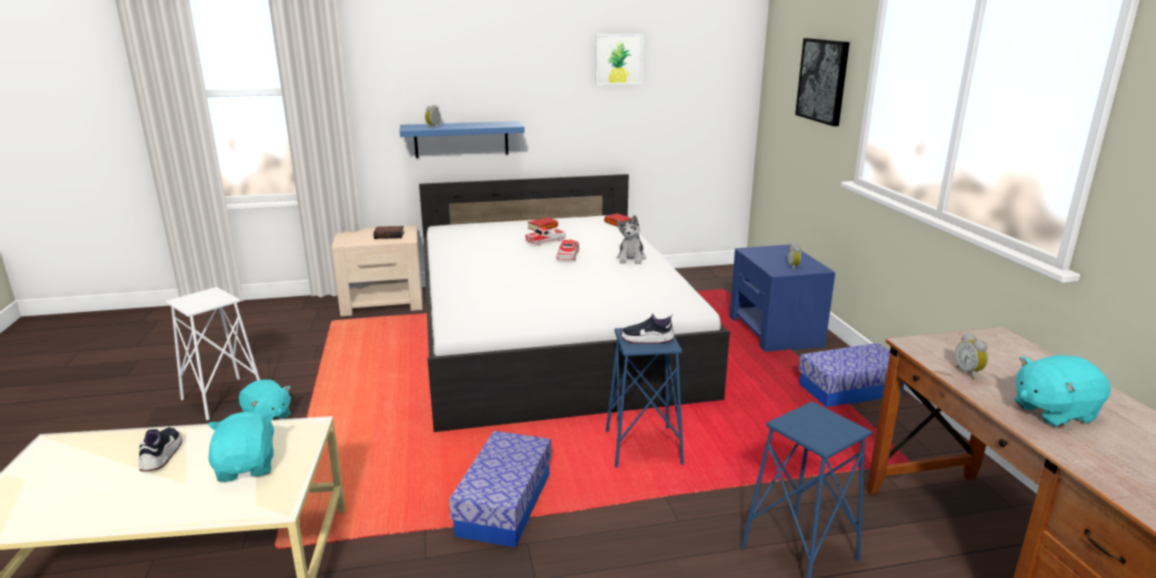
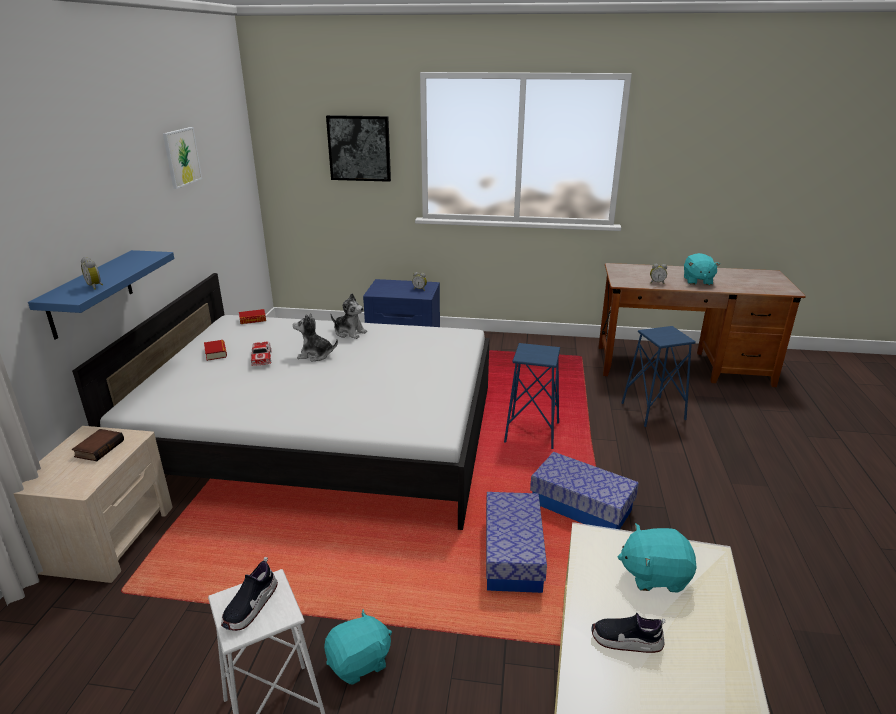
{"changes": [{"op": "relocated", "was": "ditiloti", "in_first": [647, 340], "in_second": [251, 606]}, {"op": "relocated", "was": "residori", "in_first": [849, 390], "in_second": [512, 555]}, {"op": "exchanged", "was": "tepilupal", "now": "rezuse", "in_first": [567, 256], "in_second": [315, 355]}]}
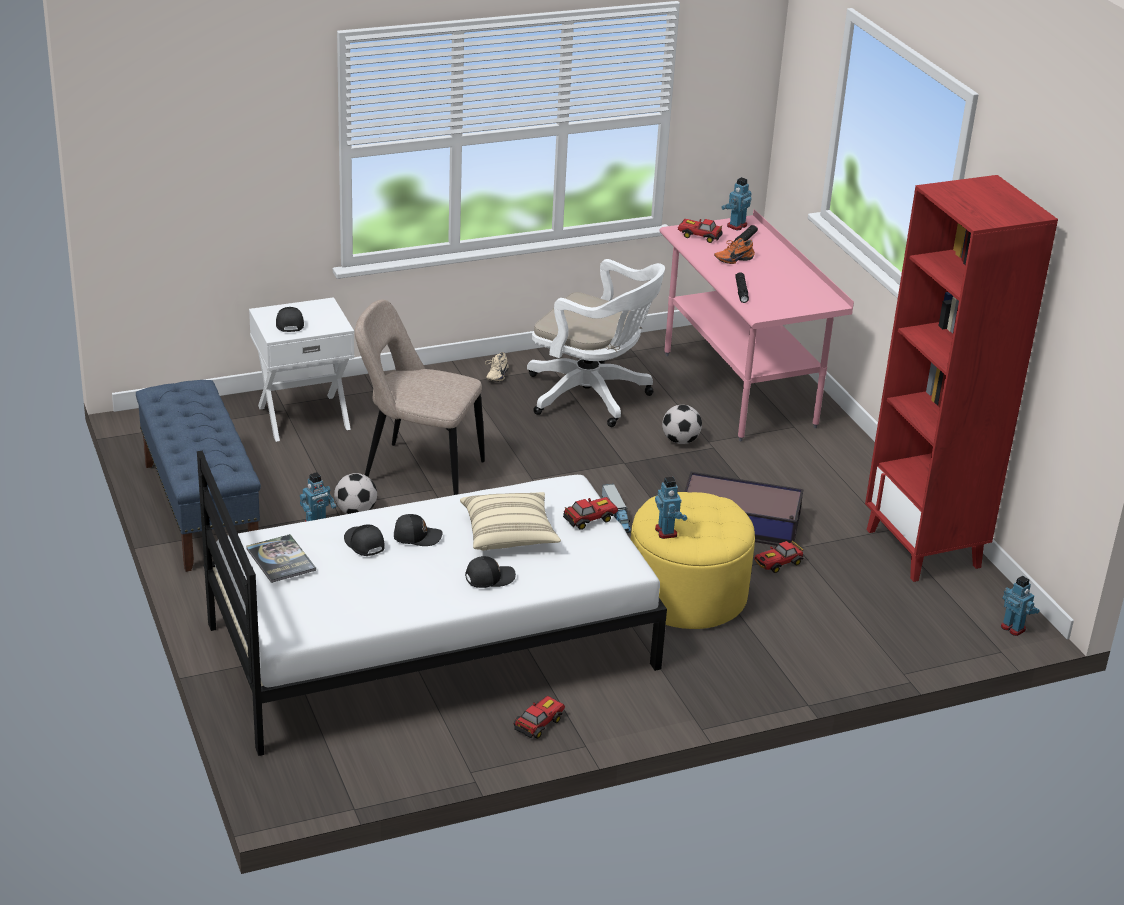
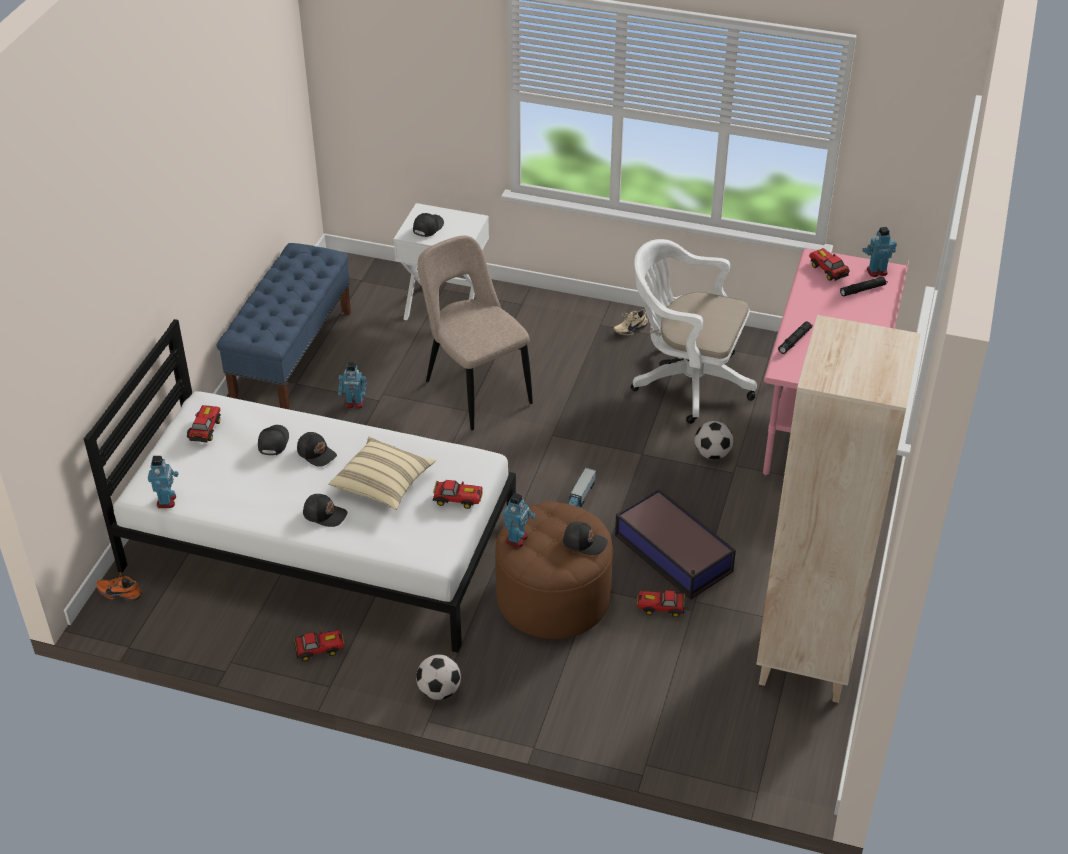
{"changes": [{"op": "appeared", "now": "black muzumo", "in_second": [584, 542]}, {"op": "relocated", "was": "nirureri", "in_first": [356, 512], "in_second": [439, 691]}, {"op": "relocated", "was": "orange ditiloti", "in_first": [733, 259], "in_second": [121, 592]}, {"op": "relocated", "was": "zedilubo", "in_first": [1013, 628], "in_second": [167, 501]}, {"op": "exchanged", "was": "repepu", "now": "tepilupal", "in_first": [280, 559], "in_second": [205, 428]}, {"op": "colour", "was": "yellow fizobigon", "now": "brown fizobigon", "in_first": [686, 594], "in_second": [553, 597]}, {"op": "colour", "was": "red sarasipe", "now": "beige sarasipe", "in_first": [924, 549], "in_second": [807, 658]}, {"op": "spun", "was": "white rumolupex", "in_first": [593, 397], "in_second": [686, 381], "clockwise": 135}]}
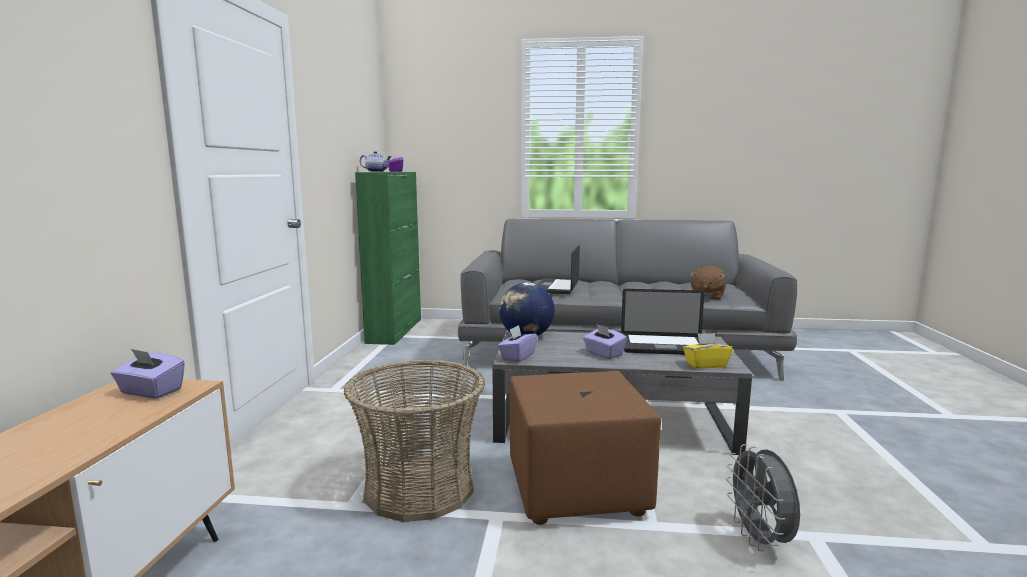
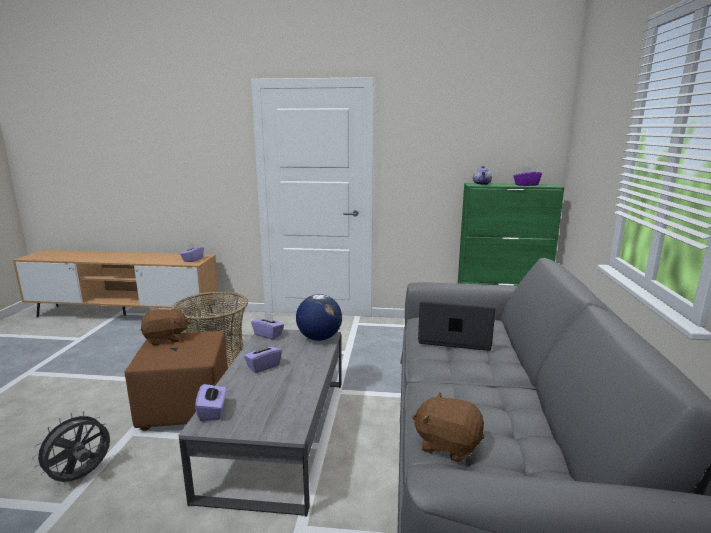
{"changes": [{"op": "missing", "was": "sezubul", "in_first": [663, 346]}, {"op": "appeared", "now": "brown rezuse", "in_second": [166, 339]}, {"op": "colour", "was": "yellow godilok", "now": "purple godilok", "in_first": [705, 365], "in_second": [213, 411]}, {"op": "spun", "was": "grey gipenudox", "in_first": [760, 540], "in_second": [81, 477], "clockwise": -45}]}
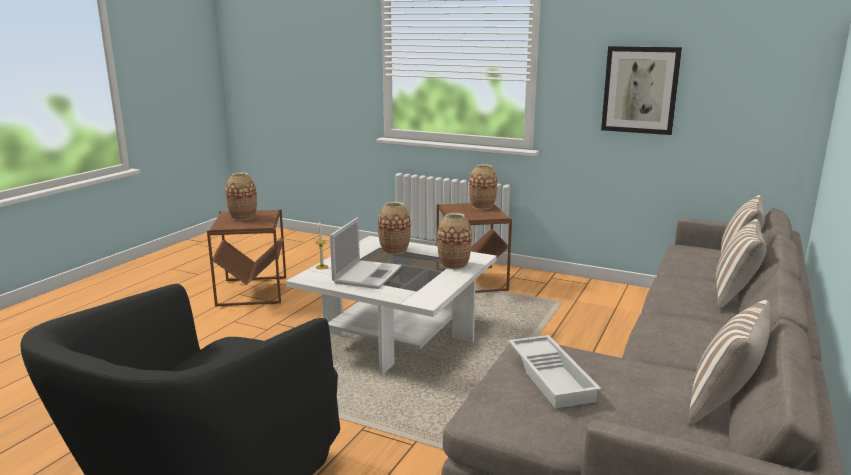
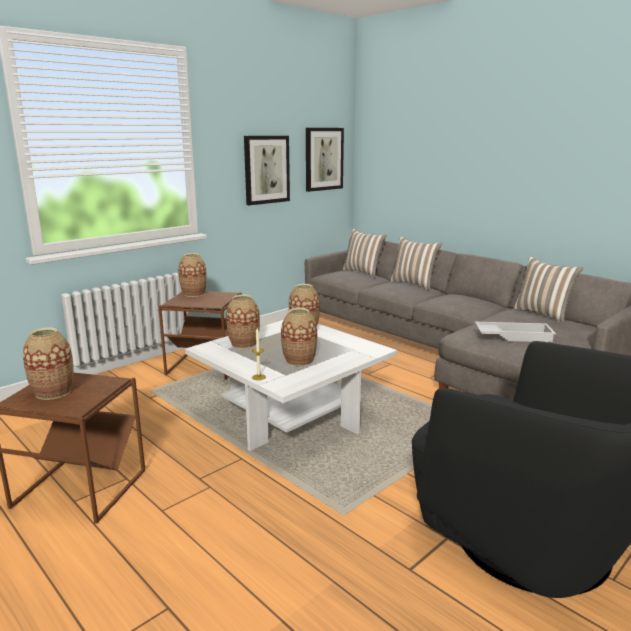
{"changes": [{"op": "appeared", "now": "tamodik", "in_second": [323, 159]}, {"op": "exchanged", "was": "sezubul", "now": "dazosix", "in_first": [367, 274], "in_second": [299, 361]}]}
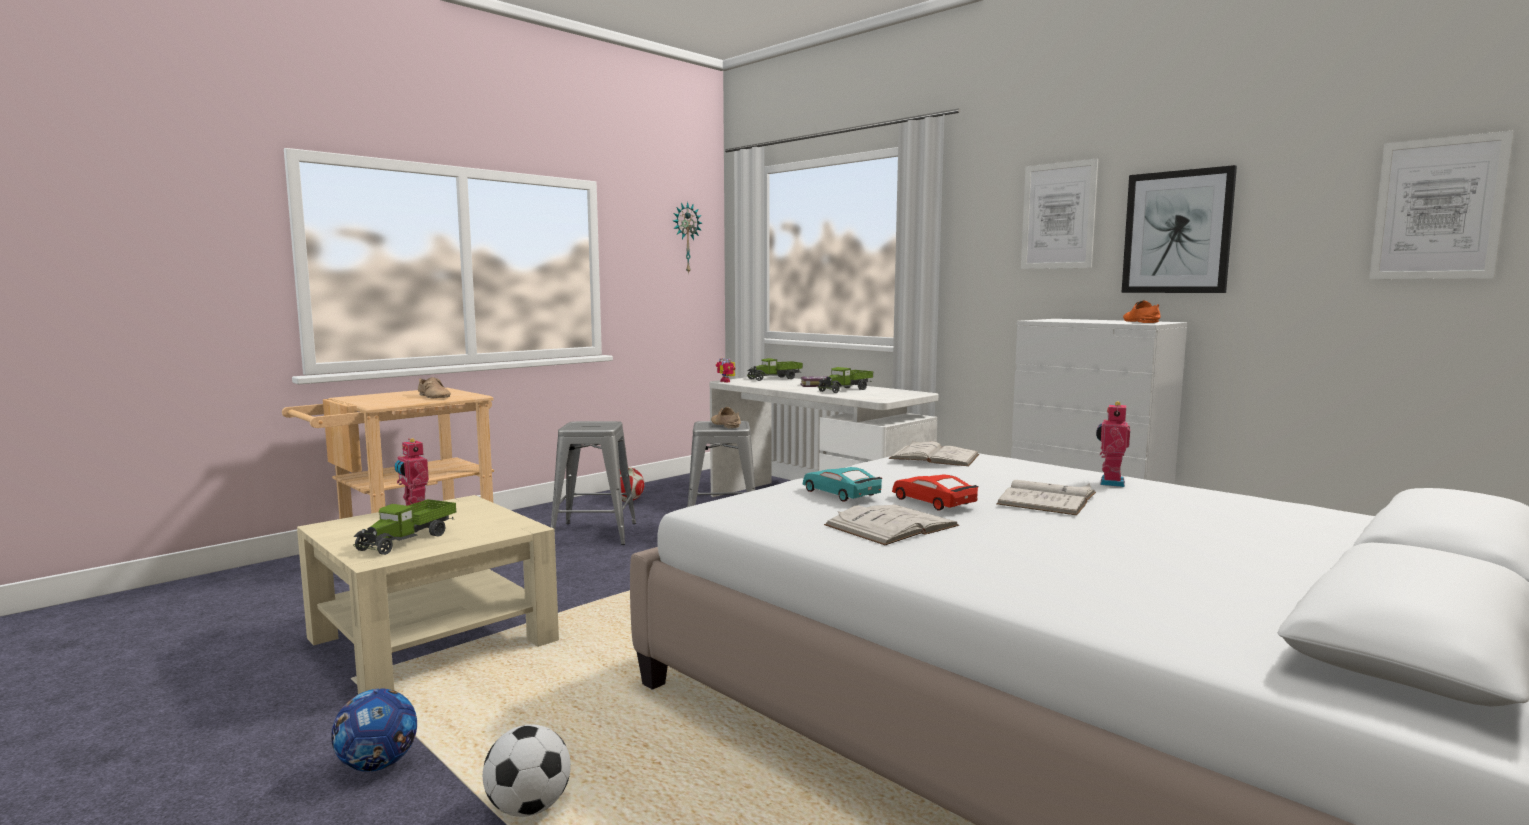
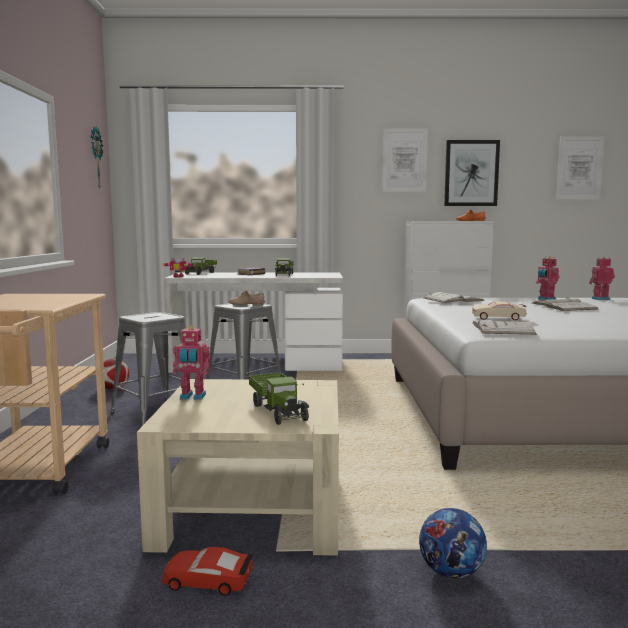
{"changes": [{"op": "missing", "was": "beige ditiloti", "in_first": [435, 396]}, {"op": "missing", "was": "nirureri", "in_first": [529, 808]}, {"op": "appeared", "now": "zedilubo", "in_second": [600, 299]}, {"op": "relocated", "was": "white repepu", "in_first": [891, 525], "in_second": [502, 328]}, {"op": "relocated", "was": "red tepilupal", "in_first": [933, 502], "in_second": [208, 580]}, {"op": "colour", "was": "turquoise tepilupal", "now": "beige tepilupal", "in_first": [841, 493], "in_second": [498, 318]}]}
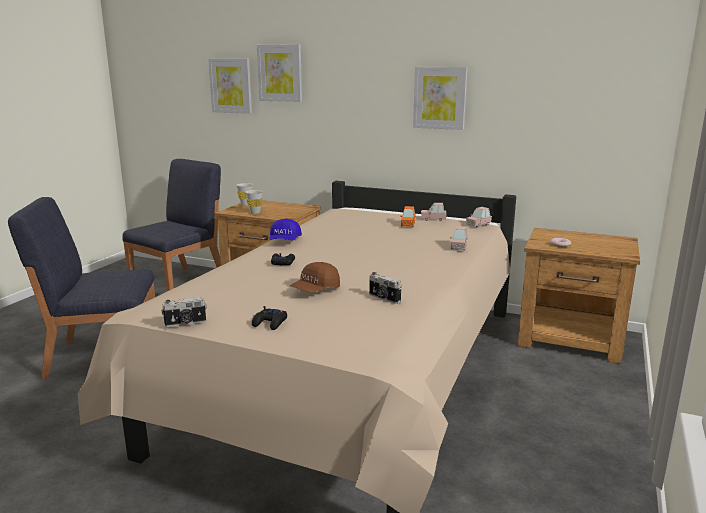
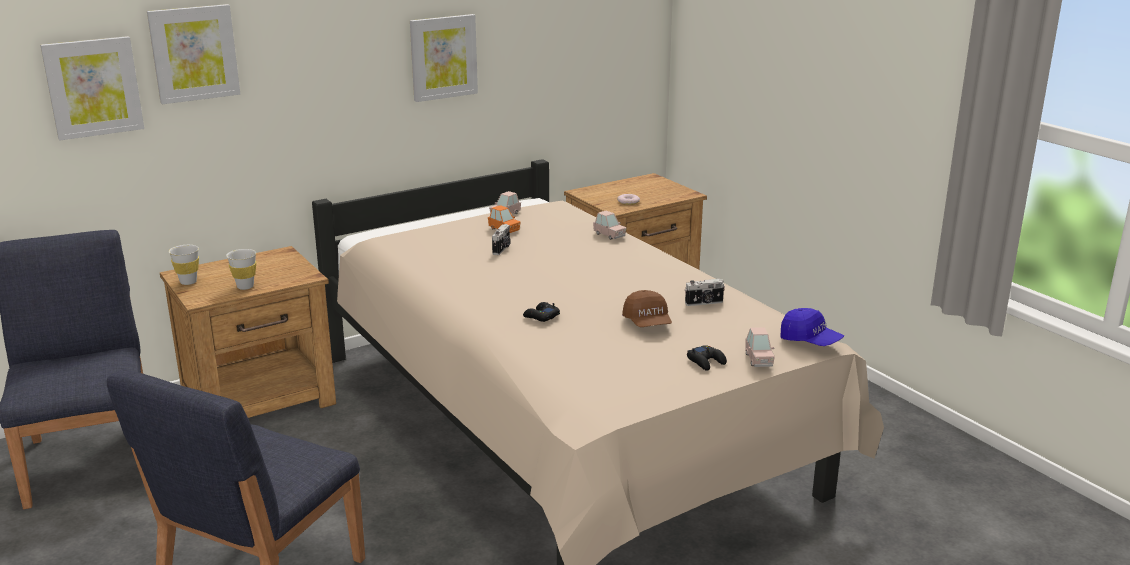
{"changes": [{"op": "relocated", "was": "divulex", "in_first": [185, 323], "in_second": [502, 249]}, {"op": "relocated", "was": "blue muzumo", "in_first": [285, 241], "in_second": [810, 341]}, {"op": "relocated", "was": "pink tepilupal", "in_first": [478, 225], "in_second": [758, 359]}]}
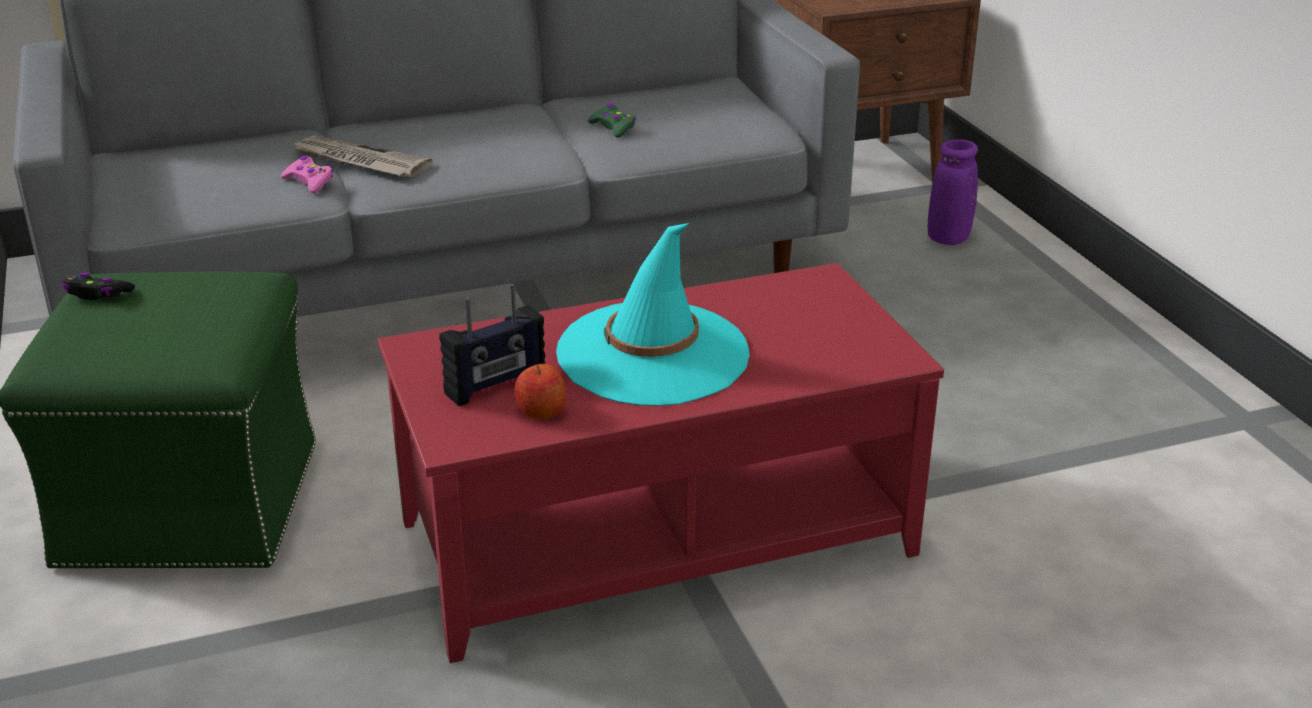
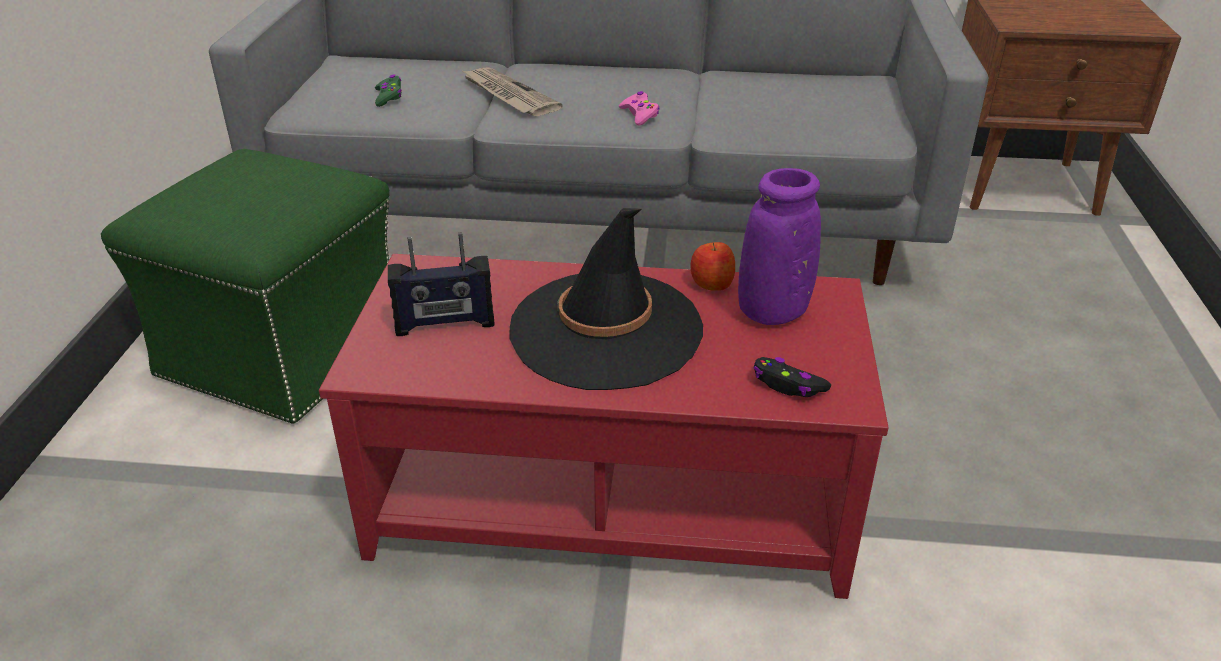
{"changes": [{"op": "relocated", "was": "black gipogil", "in_first": [97, 294], "in_second": [788, 385]}, {"op": "relocated", "was": "pink gipogil", "in_first": [309, 182], "in_second": [639, 115]}, {"op": "relocated", "was": "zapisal", "in_first": [541, 411], "in_second": [711, 283]}, {"op": "relocated", "was": "green gipogil", "in_first": [613, 127], "in_second": [389, 97]}, {"op": "relocated", "was": "purple dazosix", "in_first": [948, 238], "in_second": [772, 312]}, {"op": "colour", "was": "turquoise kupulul", "now": "black kupulul", "in_first": [653, 354], "in_second": [606, 330]}]}
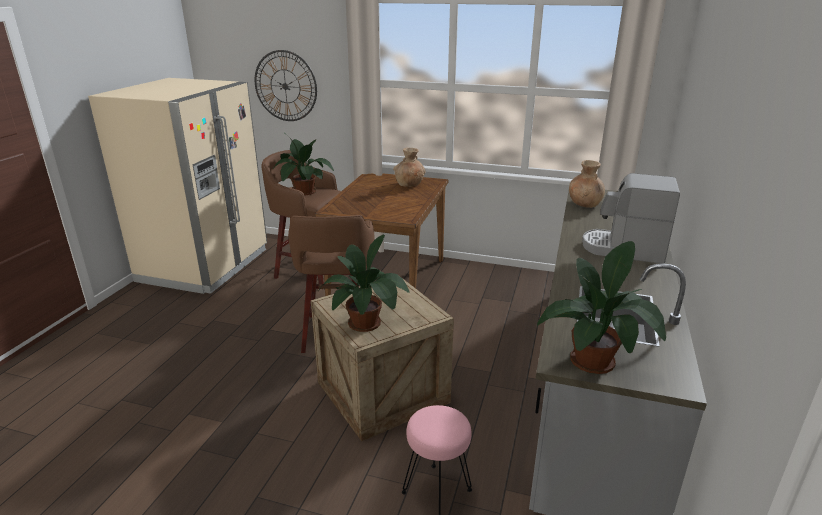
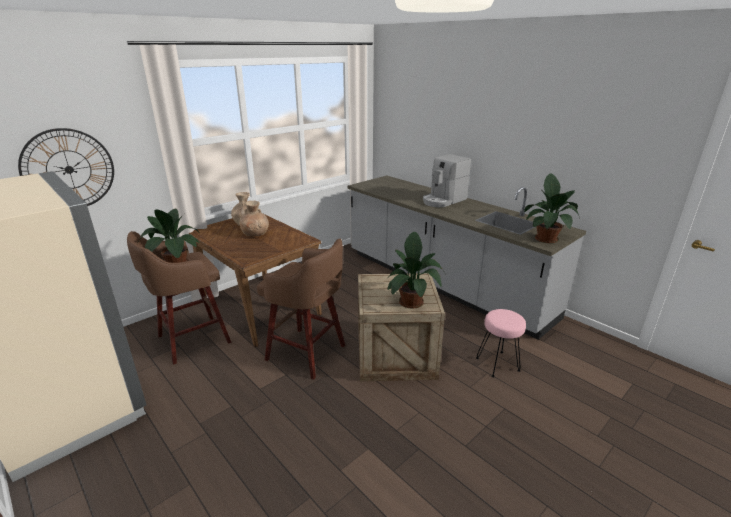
{"changes": [{"op": "relocated", "was": "brown dazosix", "in_first": [585, 204], "in_second": [255, 234]}]}
